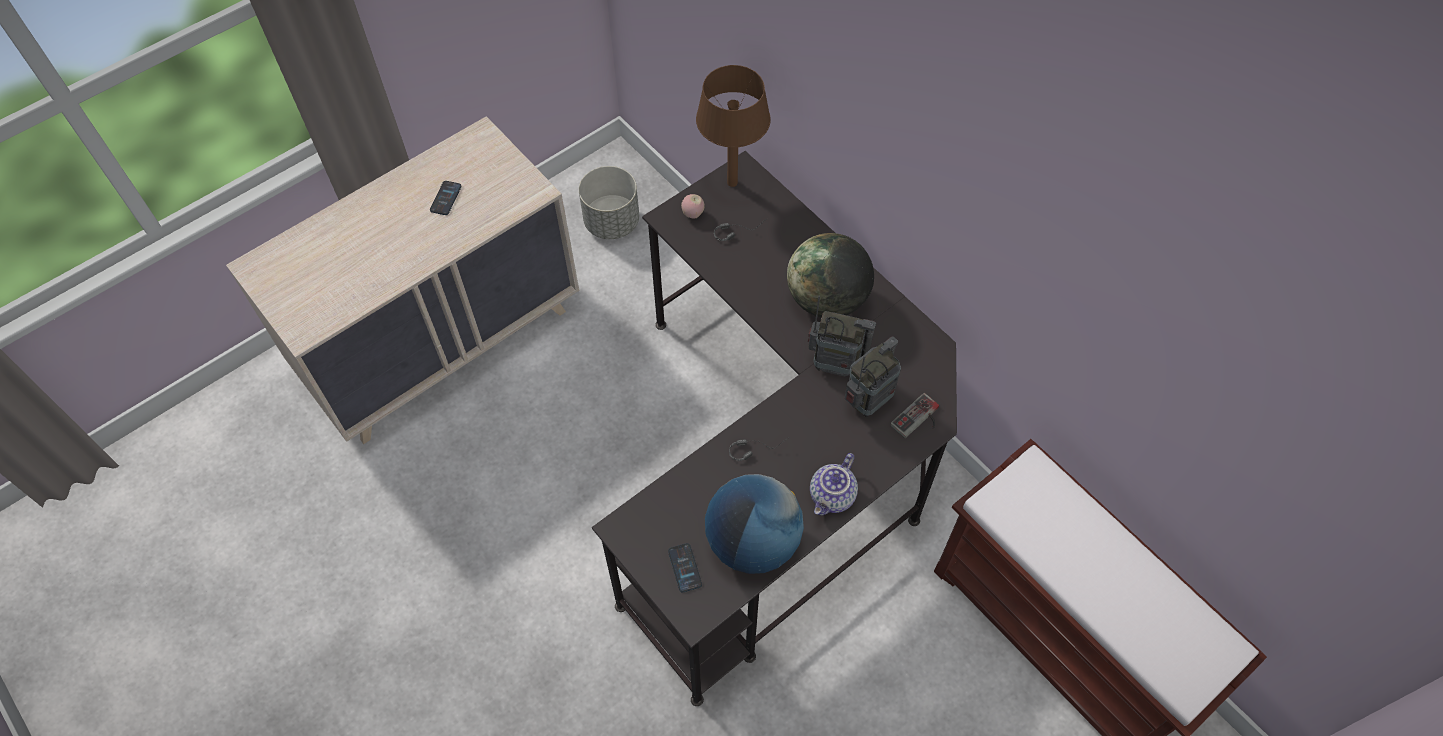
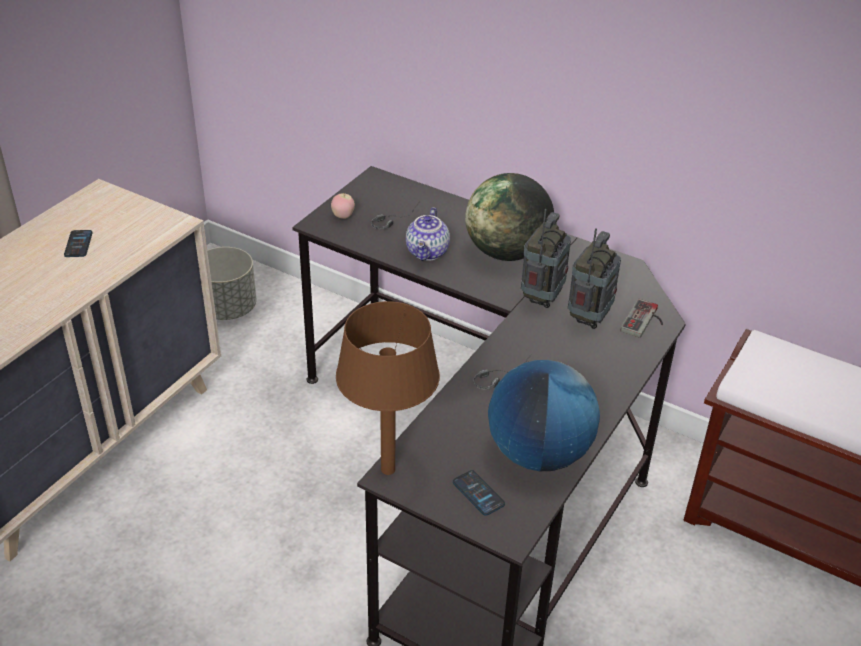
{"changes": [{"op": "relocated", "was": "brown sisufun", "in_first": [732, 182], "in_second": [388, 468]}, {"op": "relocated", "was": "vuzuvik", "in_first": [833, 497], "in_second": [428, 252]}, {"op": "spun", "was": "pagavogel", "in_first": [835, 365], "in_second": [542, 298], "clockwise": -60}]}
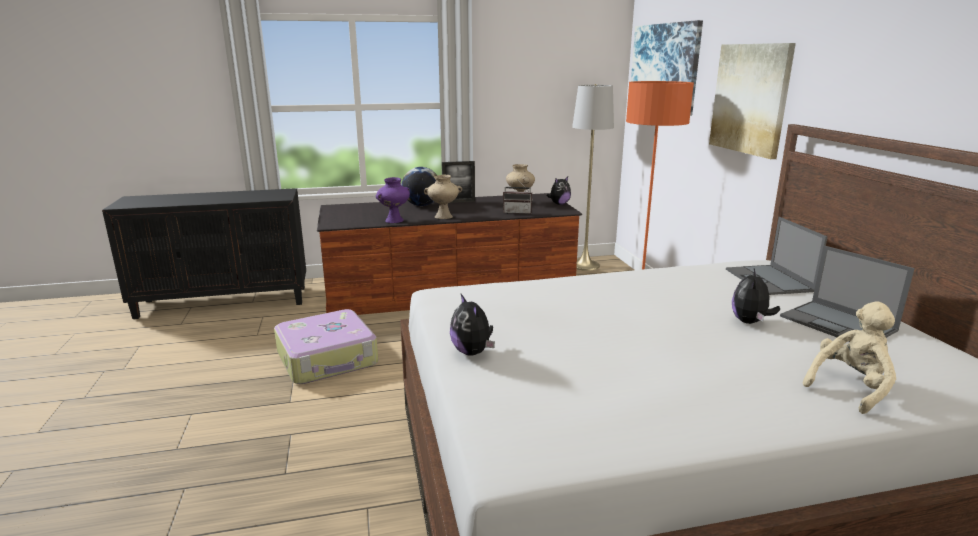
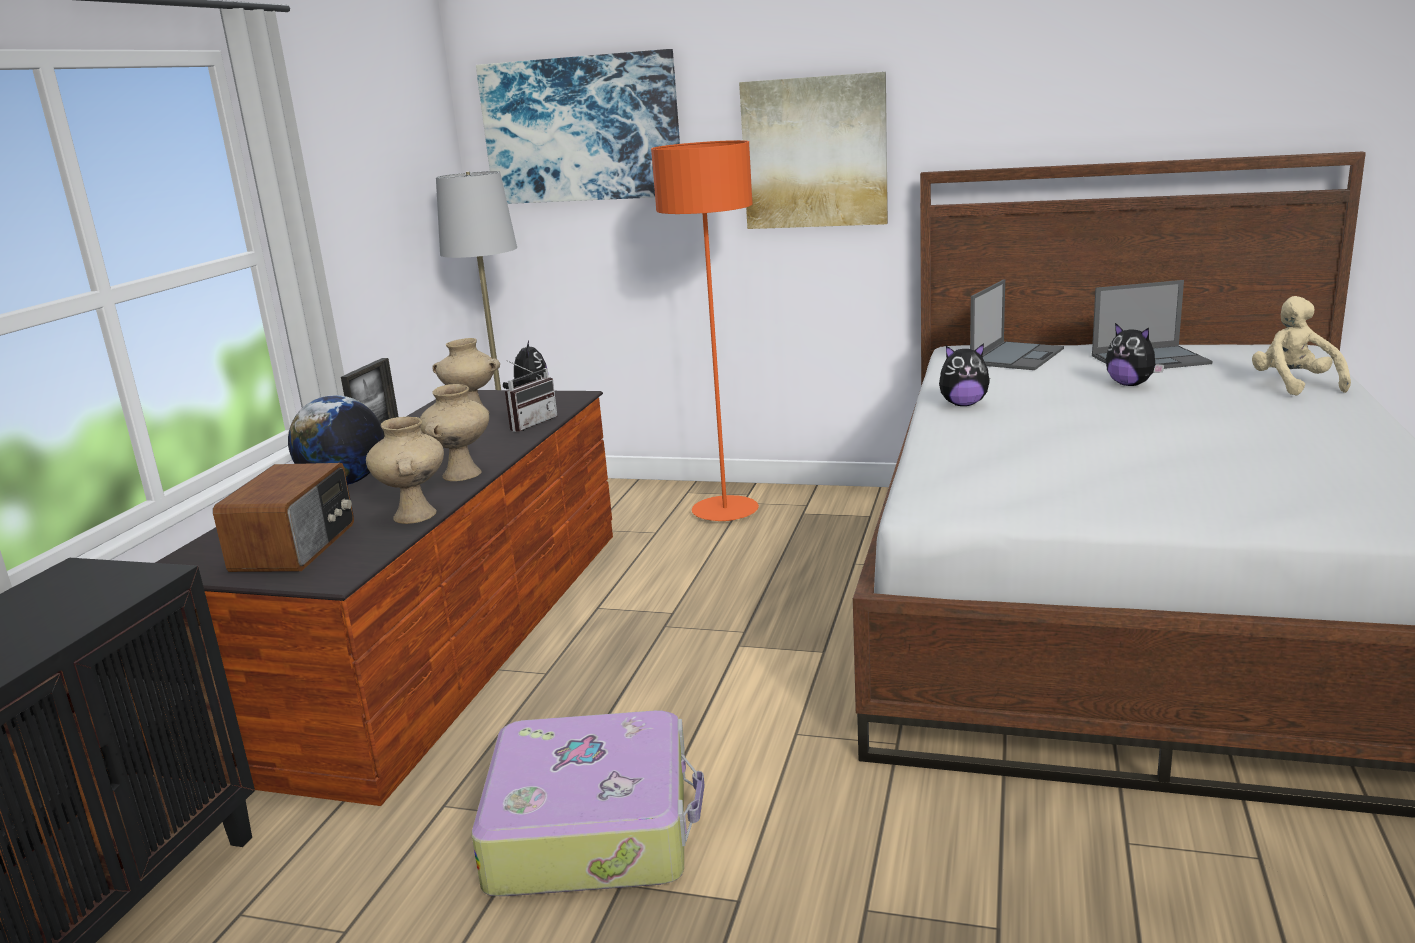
{"changes": [{"op": "appeared", "now": "pagavogel", "in_second": [297, 547]}, {"op": "relocated", "was": "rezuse", "in_first": [473, 352], "in_second": [963, 404]}, {"op": "colour", "was": "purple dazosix", "now": "beige dazosix", "in_first": [394, 221], "in_second": [416, 515]}, {"op": "spun", "was": "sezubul", "in_first": [770, 280], "in_second": [1017, 356], "clockwise": -75}]}
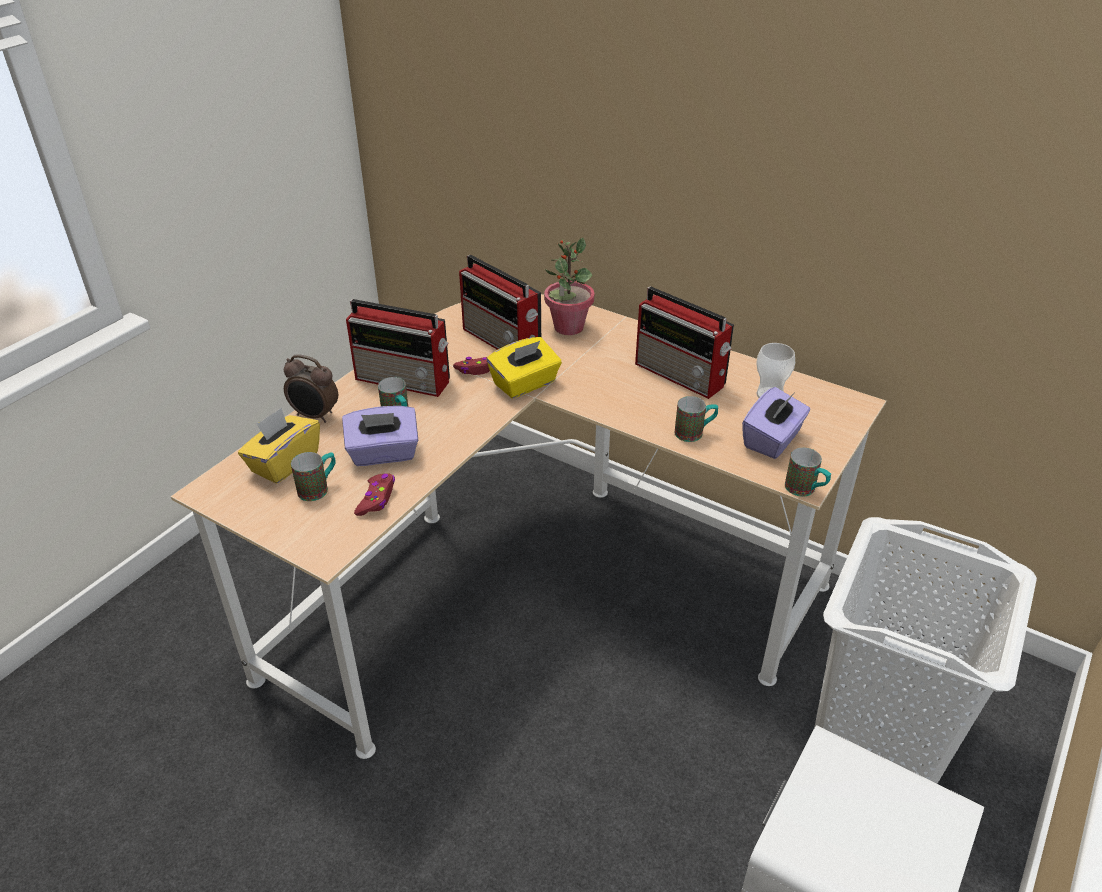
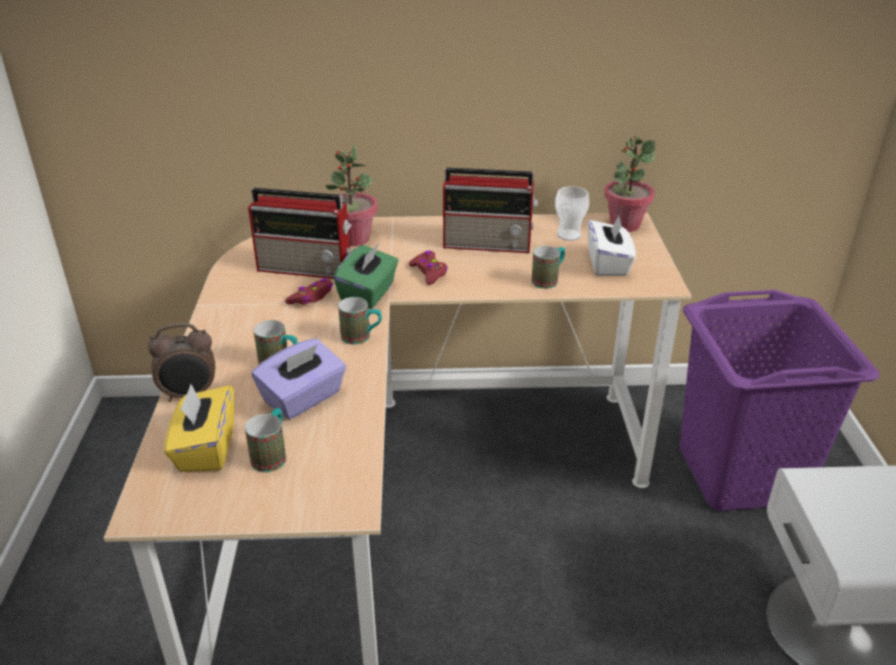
{"changes": [{"op": "missing", "was": "pagavogel", "in_first": [405, 380]}, {"op": "appeared", "now": "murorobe", "in_second": [624, 225]}, {"op": "relocated", "was": "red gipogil", "in_first": [376, 499], "in_second": [429, 272]}, {"op": "relocated", "was": "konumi", "in_first": [805, 490], "in_second": [362, 337]}, {"op": "colour", "was": "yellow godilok", "now": "green godilok", "in_first": [525, 384], "in_second": [368, 294]}, {"op": "colour", "was": "purple godilok", "now": "white godilok", "in_first": [772, 440], "in_second": [608, 264]}, {"op": "colour", "was": "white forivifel", "now": "purple forivifel", "in_first": [885, 725], "in_second": [741, 473]}]}
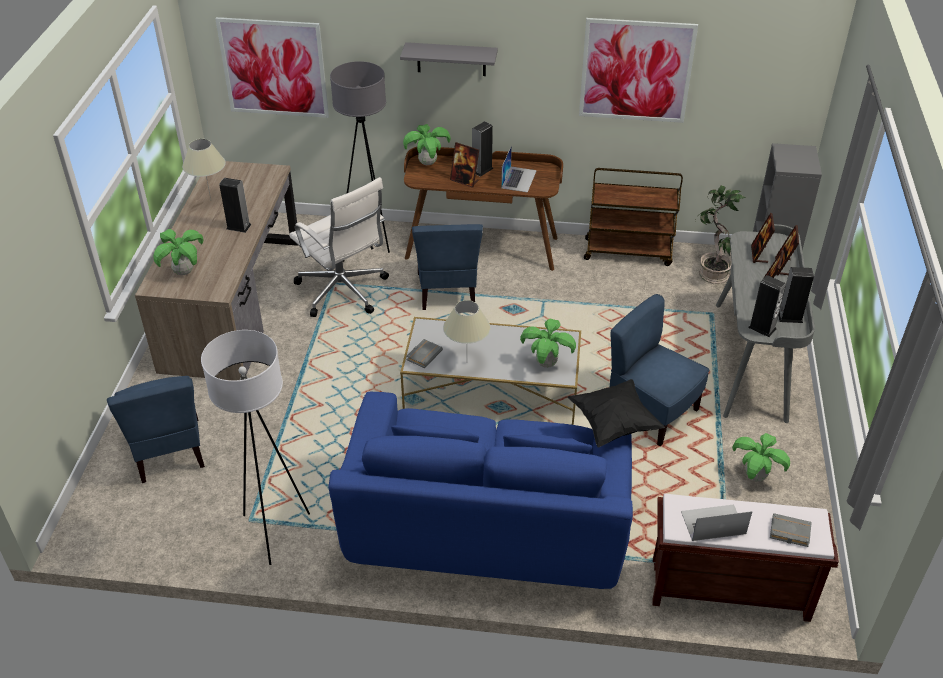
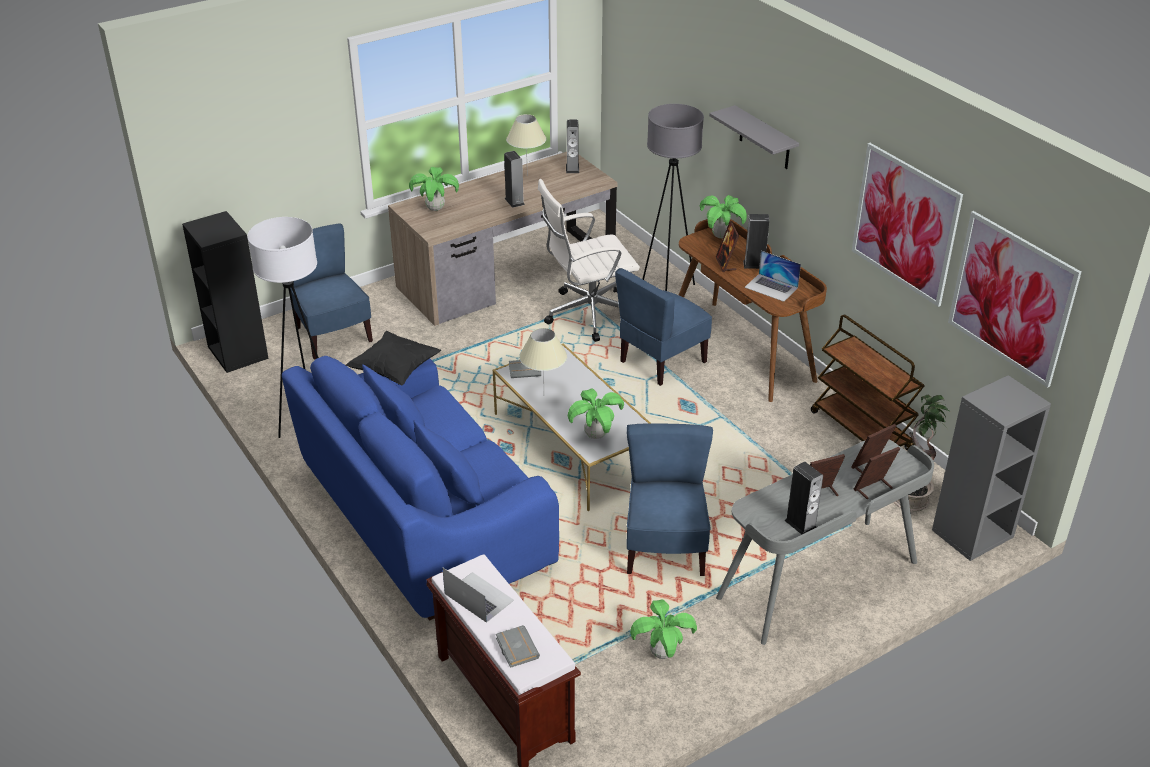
{"changes": [{"op": "appeared", "now": "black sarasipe", "in_second": [237, 352]}, {"op": "relocated", "was": "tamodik", "in_first": [274, 68], "in_second": [1011, 298]}, {"op": "relocated", "was": "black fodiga", "in_first": [613, 424], "in_second": [395, 370]}, {"op": "relocated", "was": "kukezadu", "in_first": [762, 328], "in_second": [572, 168]}, {"op": "spun", "was": "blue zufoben", "in_first": [168, 451], "in_second": [332, 335], "clockwise": 120}, {"op": "spun", "was": "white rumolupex", "in_first": [343, 292], "in_second": [588, 314], "clockwise": 60}, {"op": "spun", "was": "sezubul", "in_first": [518, 179], "in_second": [771, 287], "clockwise": 60}]}
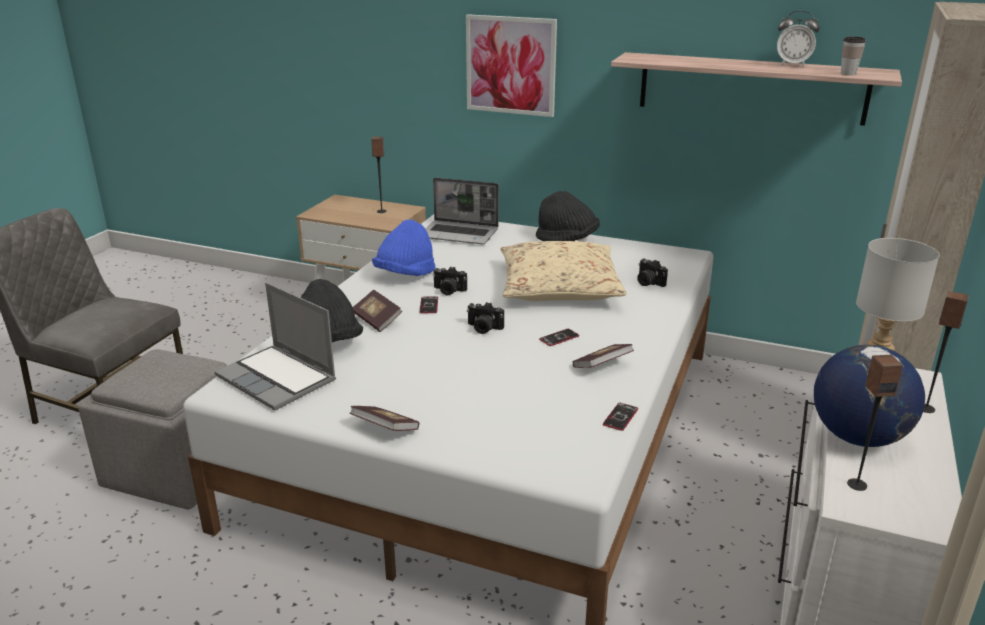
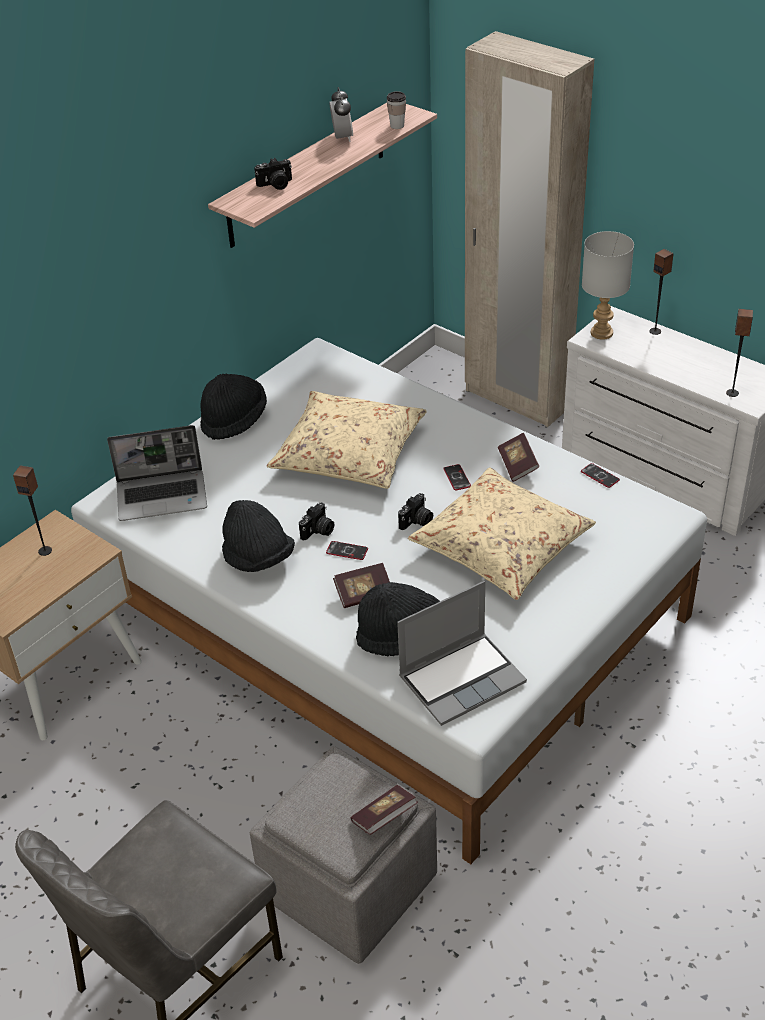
{"changes": [{"op": "missing", "was": "tamodik", "in_first": [511, 65]}, {"op": "missing", "was": "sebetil", "in_first": [857, 437]}, {"op": "appeared", "now": "beige fodiga", "in_second": [502, 546]}, {"op": "relocated", "was": "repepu", "in_first": [385, 429], "in_second": [384, 817]}, {"op": "relocated", "was": "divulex", "in_first": [648, 282], "in_second": [276, 185]}, {"op": "colour", "was": "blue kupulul", "now": "black kupulul", "in_first": [405, 275], "in_second": [258, 558]}, {"op": "spun", "was": "sezubul", "in_first": [460, 234], "in_second": [163, 496], "clockwise": 45}, {"op": "spun", "was": "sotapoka", "in_first": [792, 65], "in_second": [342, 138], "clockwise": -45}]}
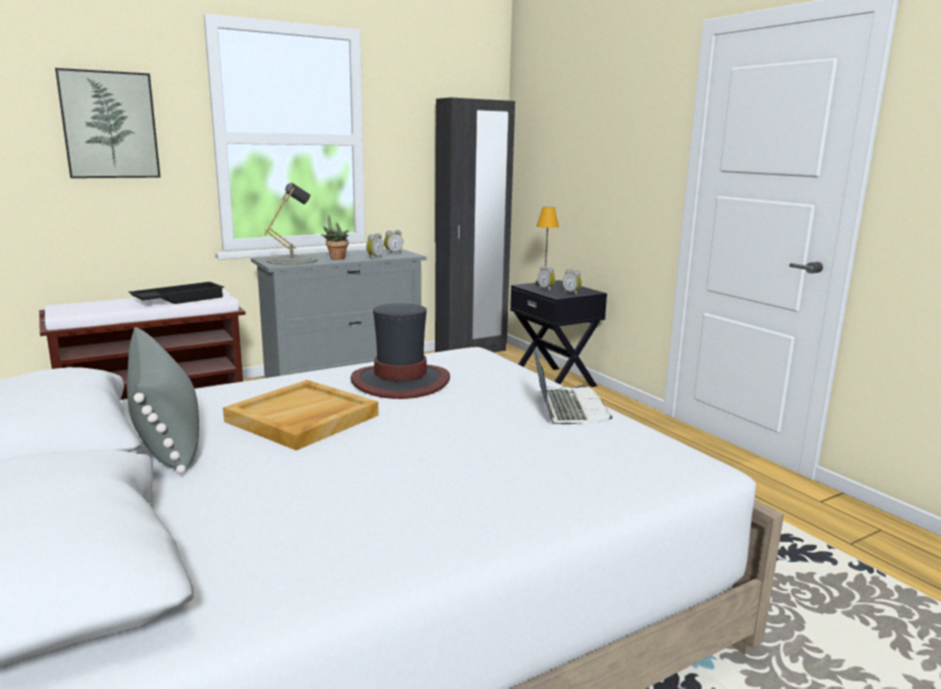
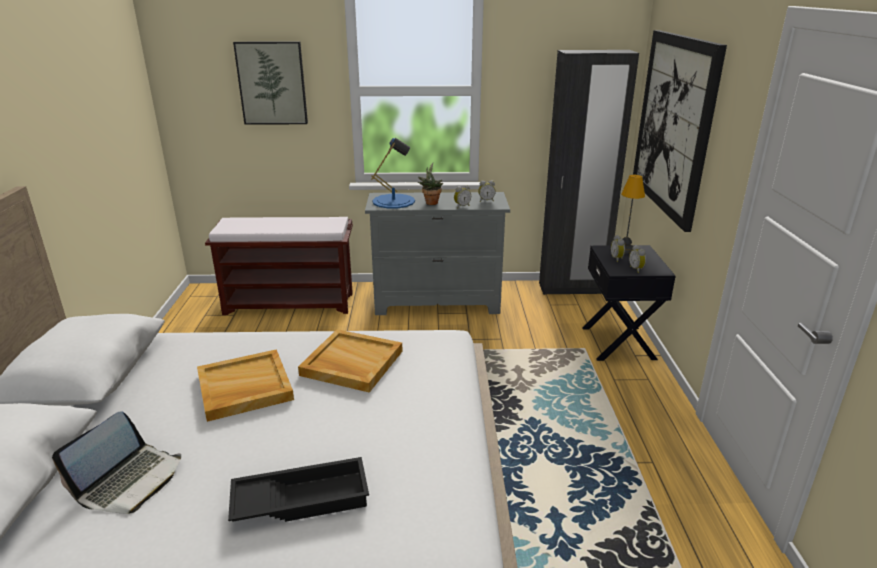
{"changes": [{"op": "missing", "was": "grey fodiga", "in_first": [167, 434]}, {"op": "appeared", "now": "tamodik", "in_second": [674, 125]}, {"op": "relocated", "was": "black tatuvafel", "in_first": [178, 299], "in_second": [302, 498]}, {"op": "relocated", "was": "sezubul", "in_first": [567, 408], "in_second": [130, 480]}, {"op": "exchanged", "was": "kupulul", "now": "beige tatuvafel", "in_first": [400, 382], "in_second": [351, 363]}, {"op": "colour", "was": "grey sisufun", "now": "blue sisufun", "in_first": [292, 260], "in_second": [393, 201]}]}
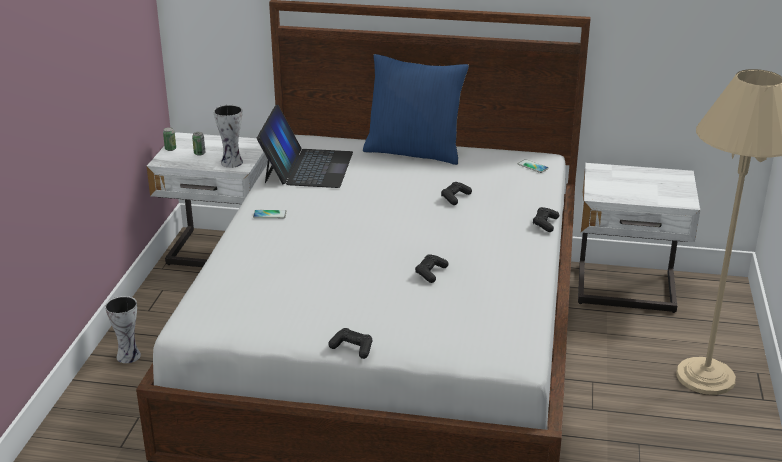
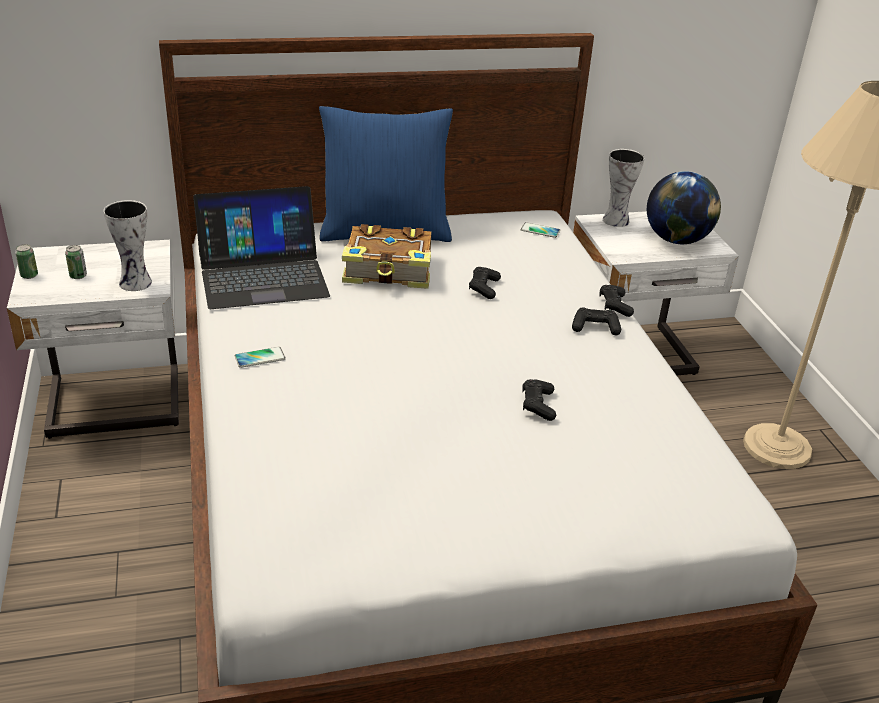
{"changes": [{"op": "appeared", "now": "repepu", "in_second": [389, 270]}, {"op": "appeared", "now": "sebetil", "in_second": [676, 240]}, {"op": "relocated", "was": "dazosix", "in_first": [129, 355], "in_second": [615, 220]}, {"op": "relocated", "was": "black gipogil", "in_first": [352, 348], "in_second": [595, 327]}, {"op": "spun", "was": "sezubul", "in_first": [307, 167], "in_second": [262, 275], "clockwise": 90}]}
